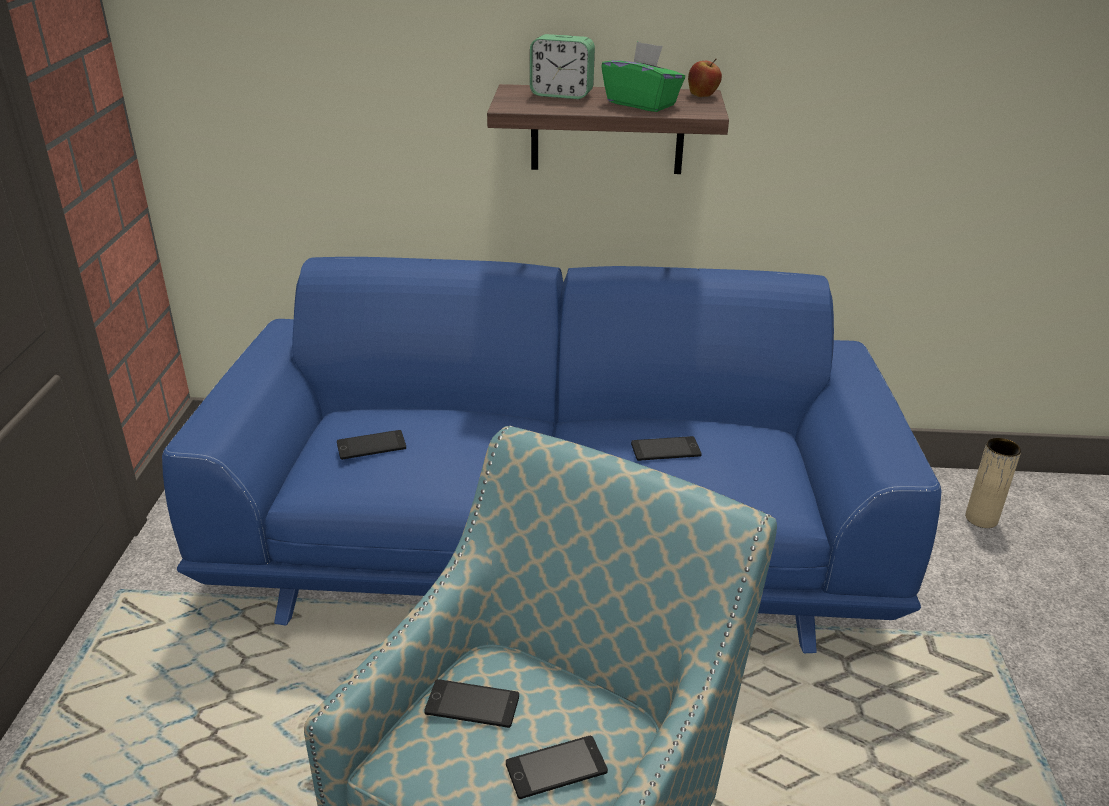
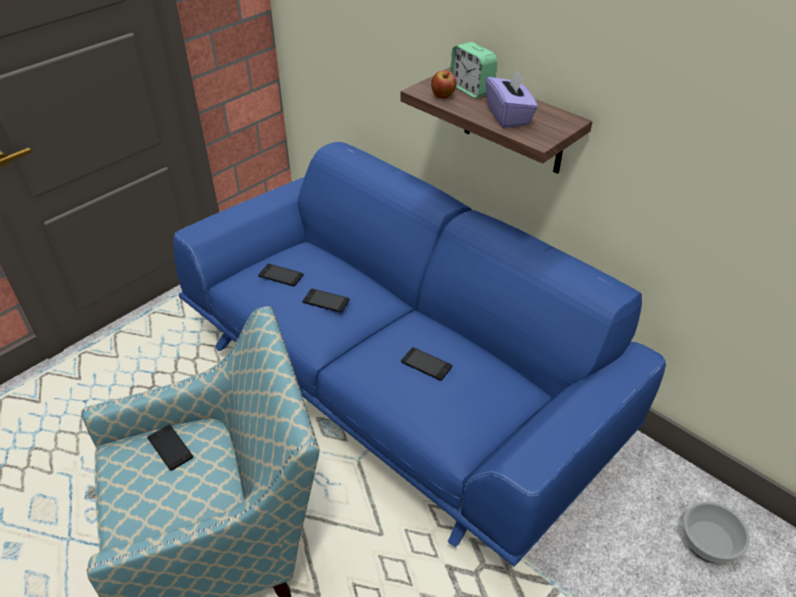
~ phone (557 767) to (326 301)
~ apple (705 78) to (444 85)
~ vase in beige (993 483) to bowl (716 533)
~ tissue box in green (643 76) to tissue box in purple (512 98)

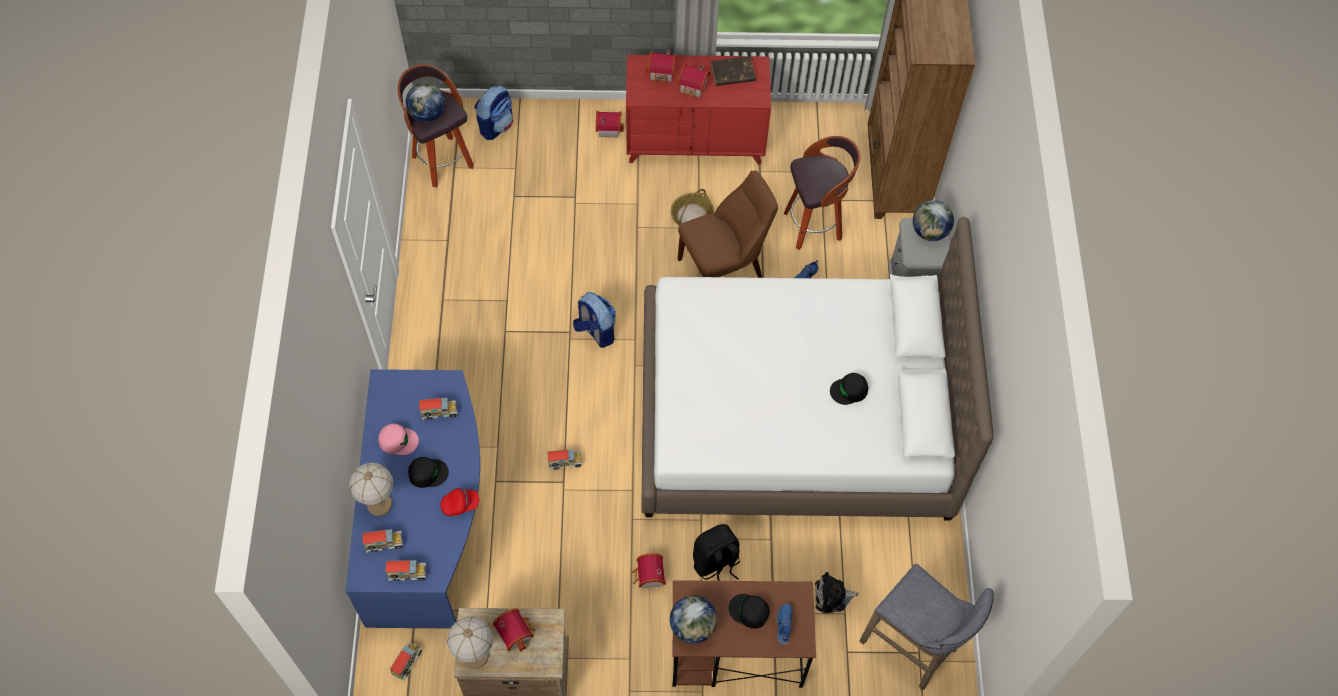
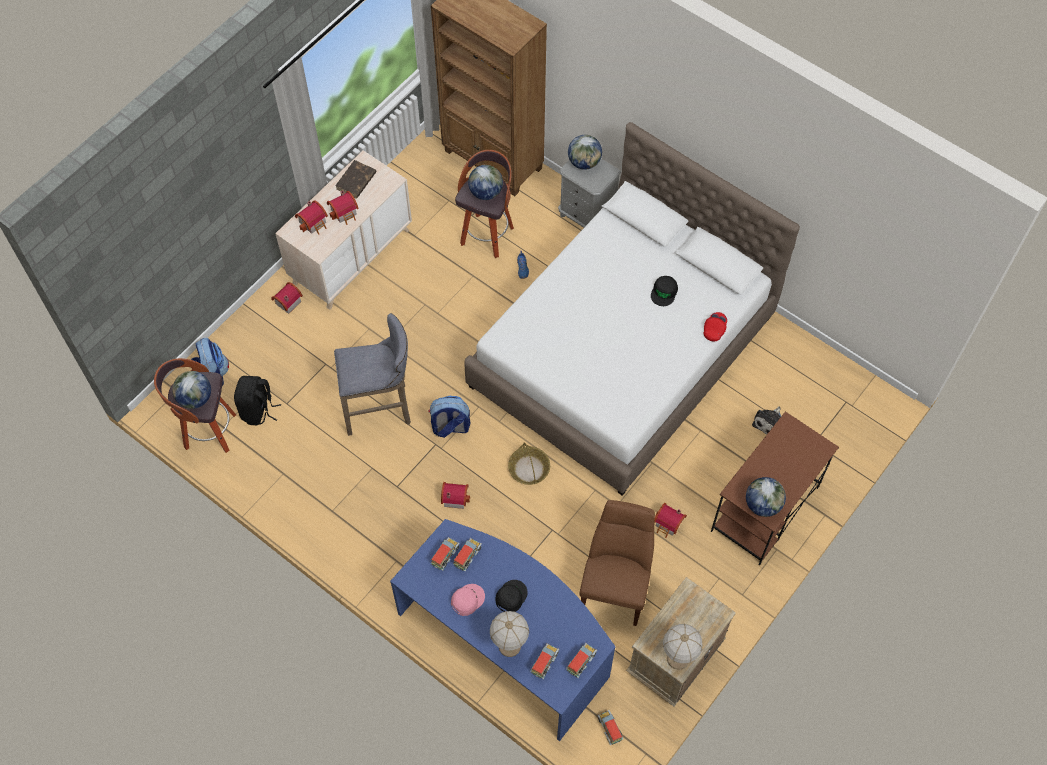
- cap in black (749 611)
- shoe in blue (785 624)
+ globe (485 182)
~ cap in red (459 502) to (715 326)
~ toy house (514 630) to (455 495)
~ toy truck (564 459) to (445 554)
~ basket (693 207) to (529 463)
~ chair in brown (727 224) to (617 563)
~ backpack in black (716 552) to (257 400)
~ stool in grey (927 627) to (372 374)
~ dresser in red (698 110) to dresser in beige (343 230)

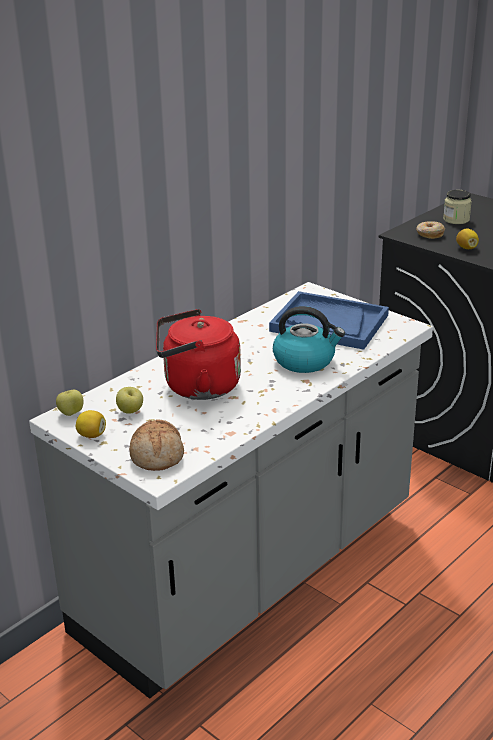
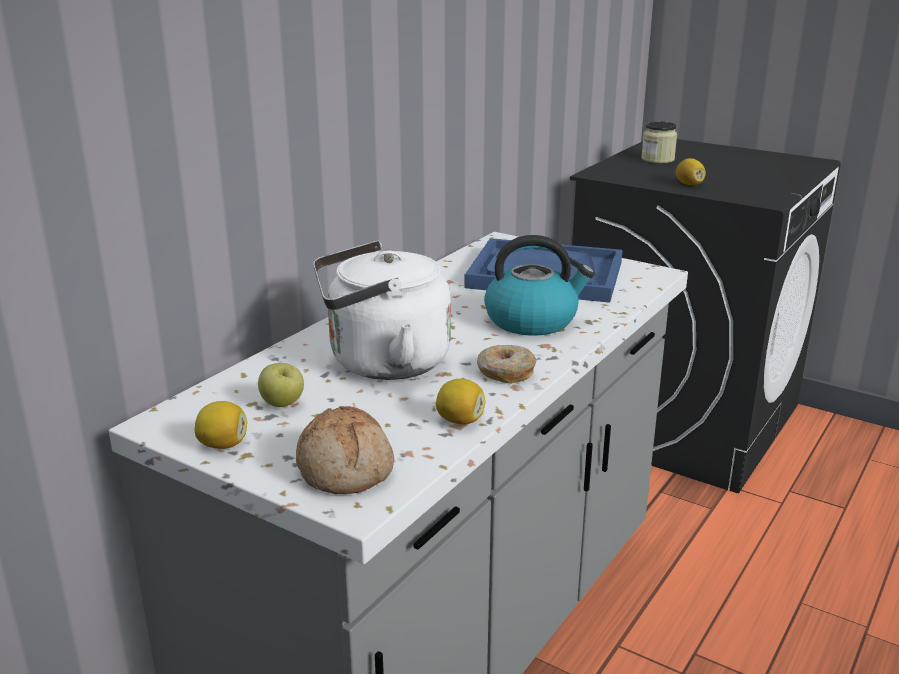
- apple (70 403)
+ lemon (460 401)
~ donut (430 230) to (507 364)
~ kettle in red (198 354) to kettle in white (382 310)

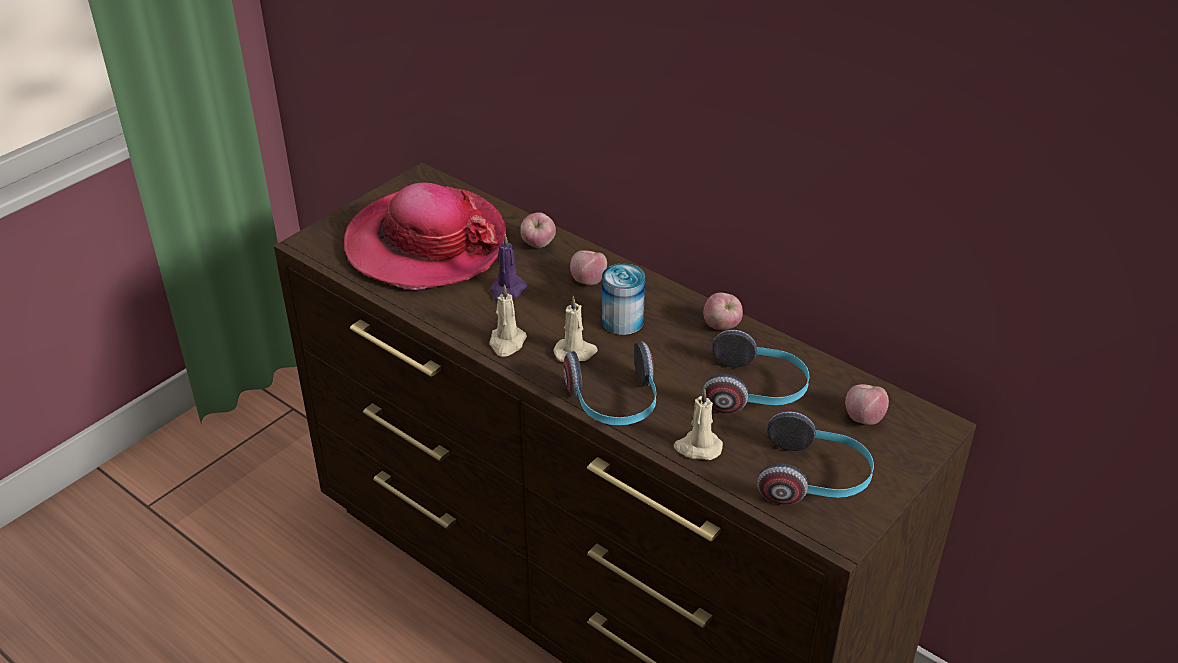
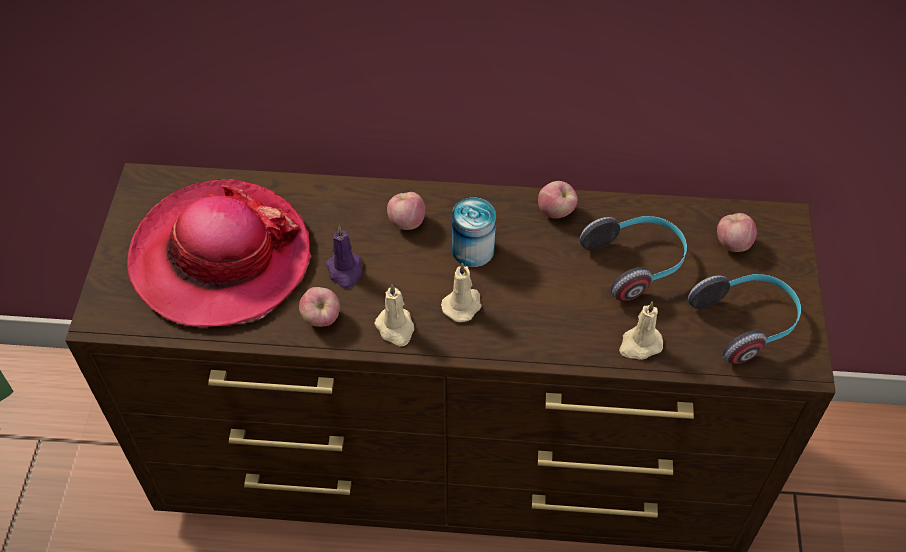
- headphones (610 383)
~ apple (538 230) to (319 307)

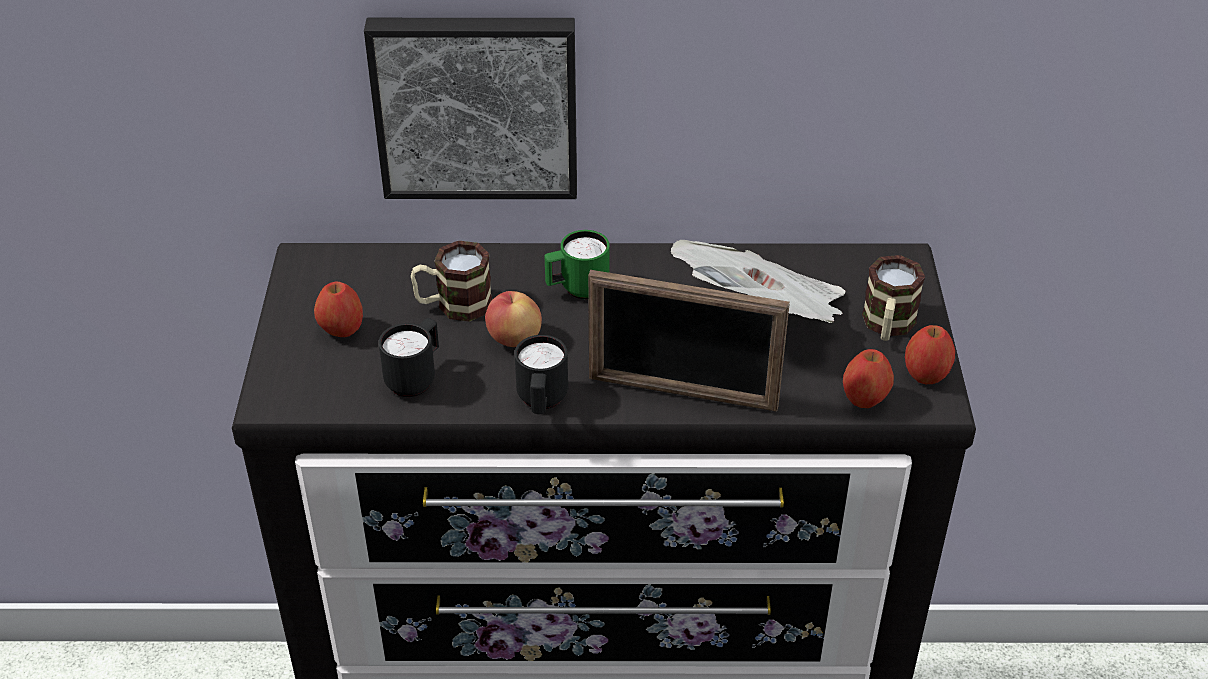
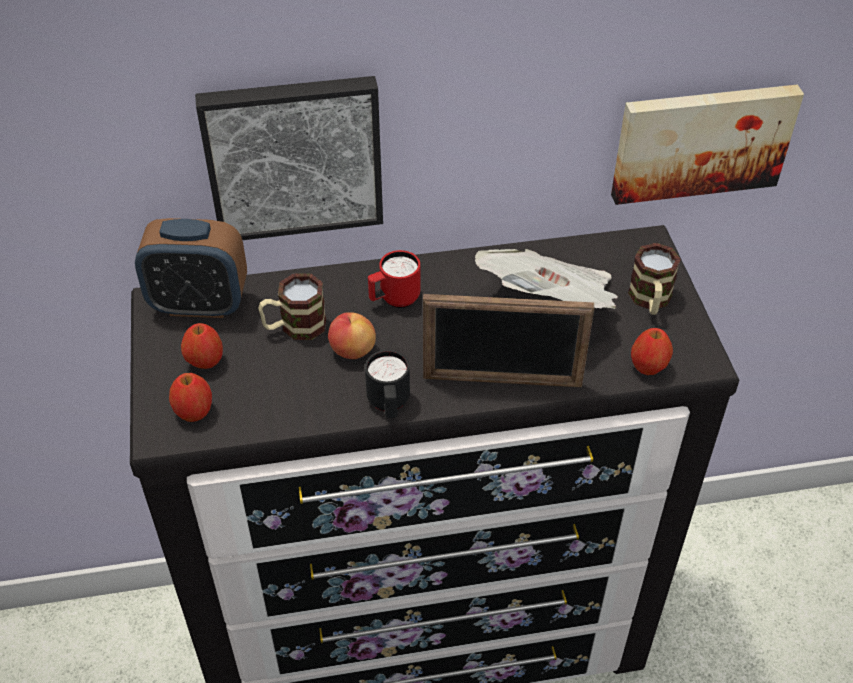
- mug in black (409 357)
+ alarm clock (191 268)
+ picture (707 145)
~ apple (930 354) to (190 397)
~ mug in green (577 264) to mug in red (394 279)

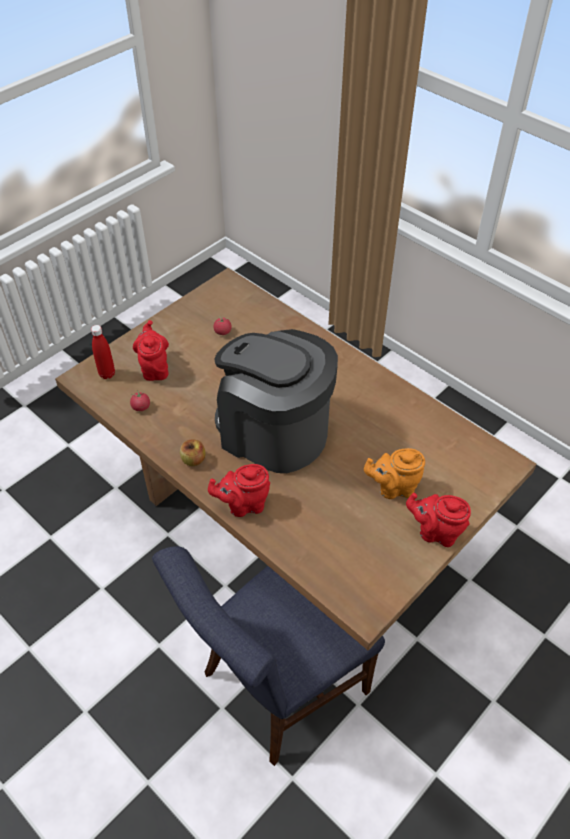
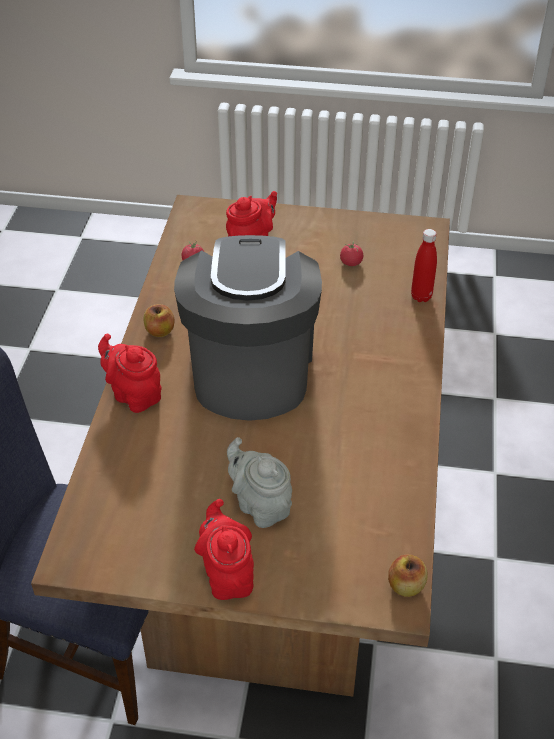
+ apple (407 575)
~ bottle in red (103 352) to (424 265)
~ teapot in orange (394 473) to teapot in grey (259 482)

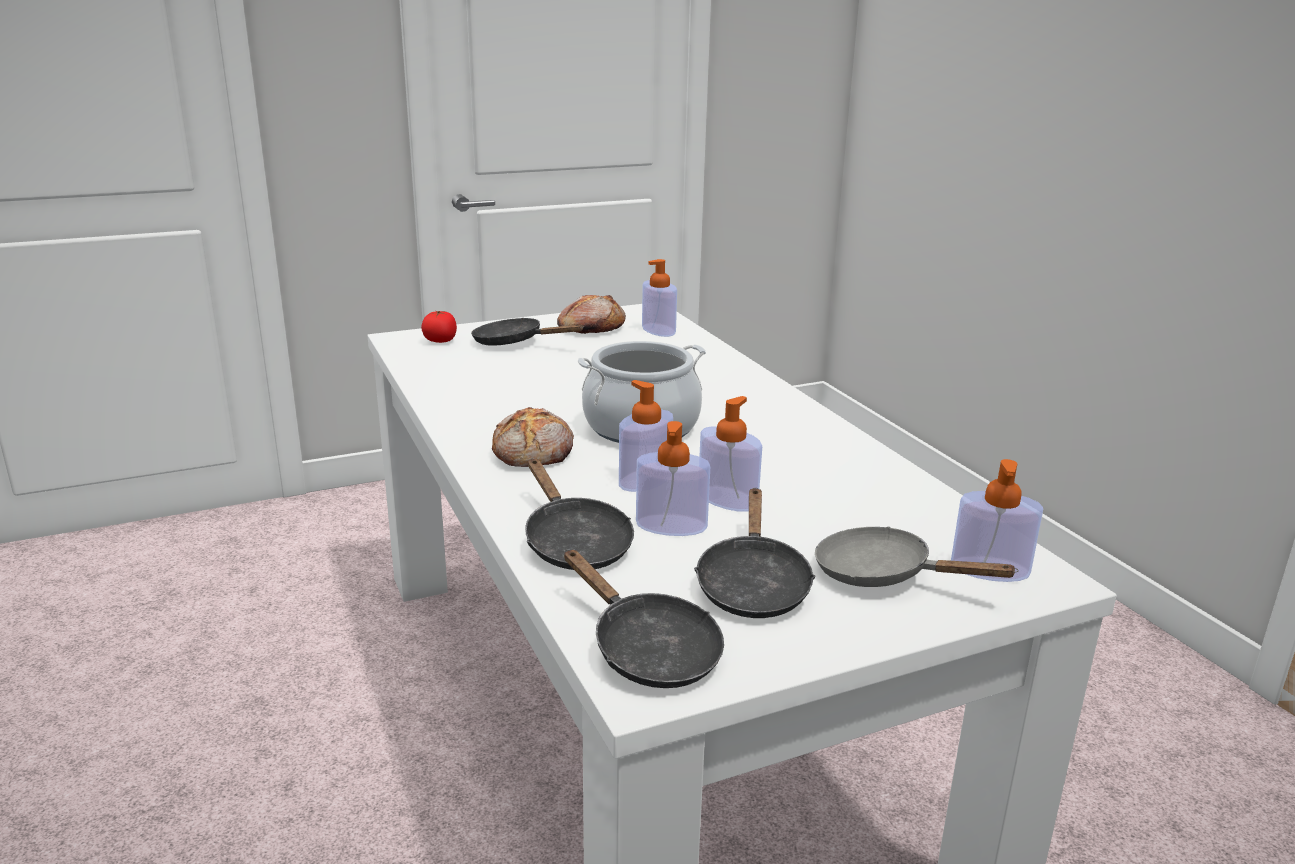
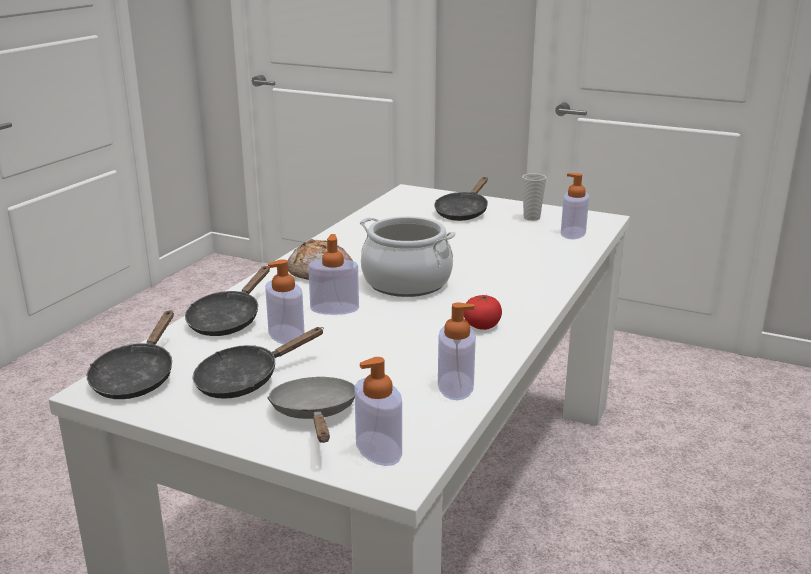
~ tomato (439 327) to (483 312)
~ soap dispenser (730 454) to (457 351)
~ bread (591 314) to cup (534 197)
~ frying pan in black (527 332) = (461 199) 135 degrees counterclockwise

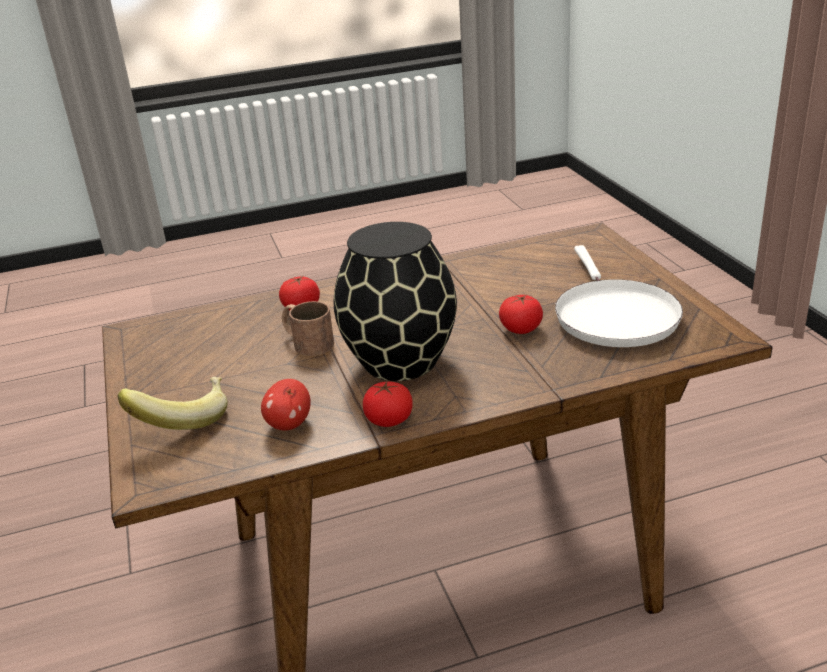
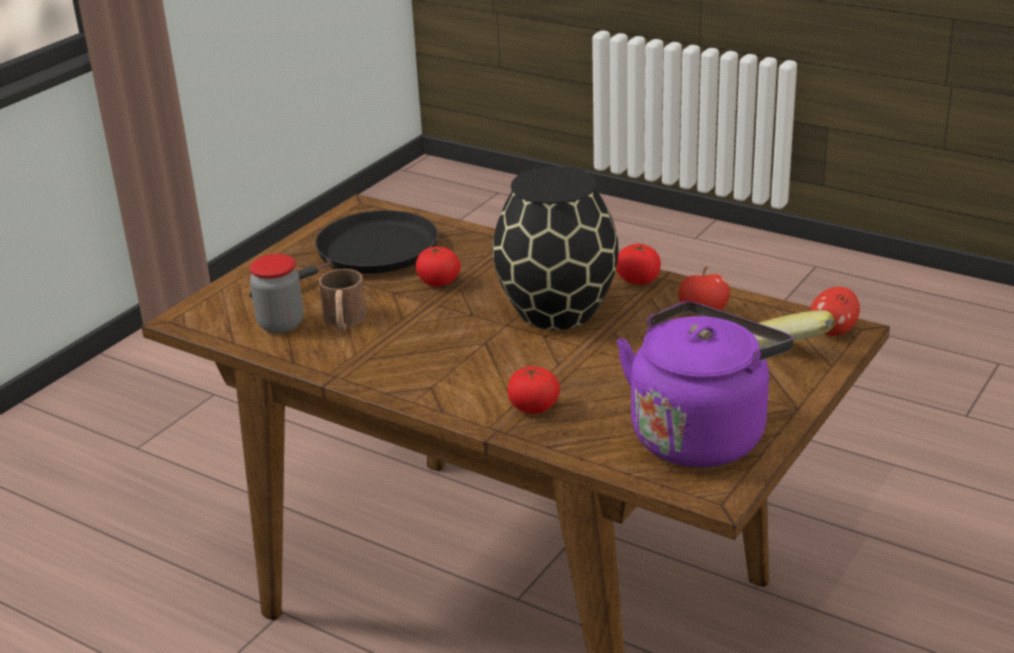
+ jar (277 293)
+ kettle in purple (705 384)
+ apple (835 311)
~ mug in brown (308 328) to (342 300)
~ frying pan in white (619 296) to frying pan in black (343 254)

